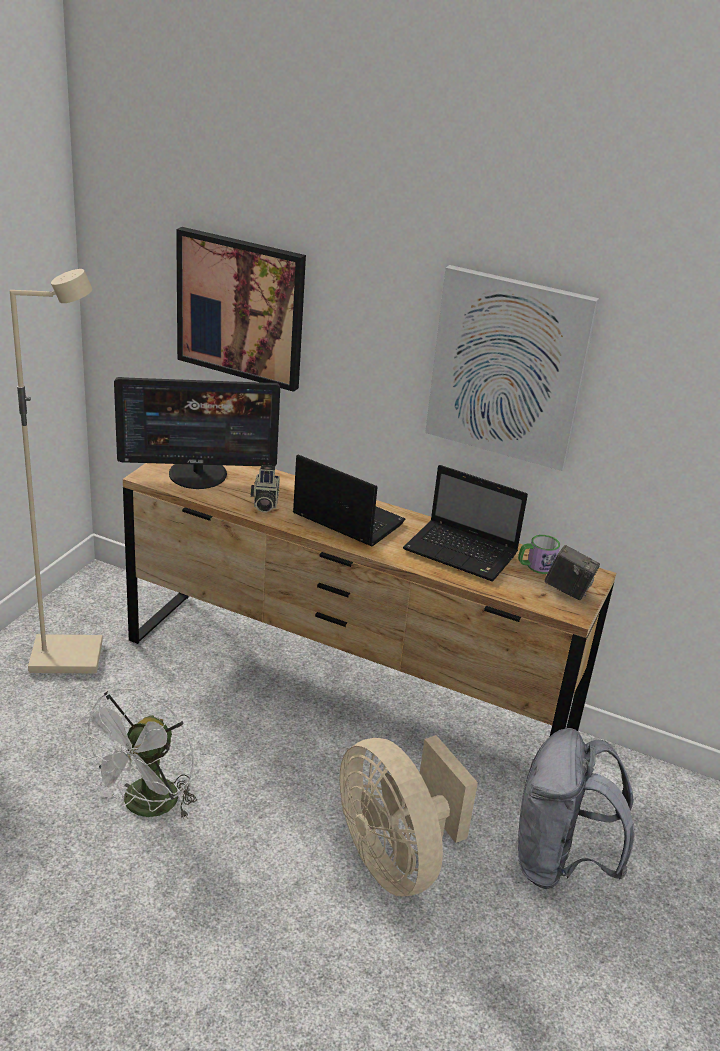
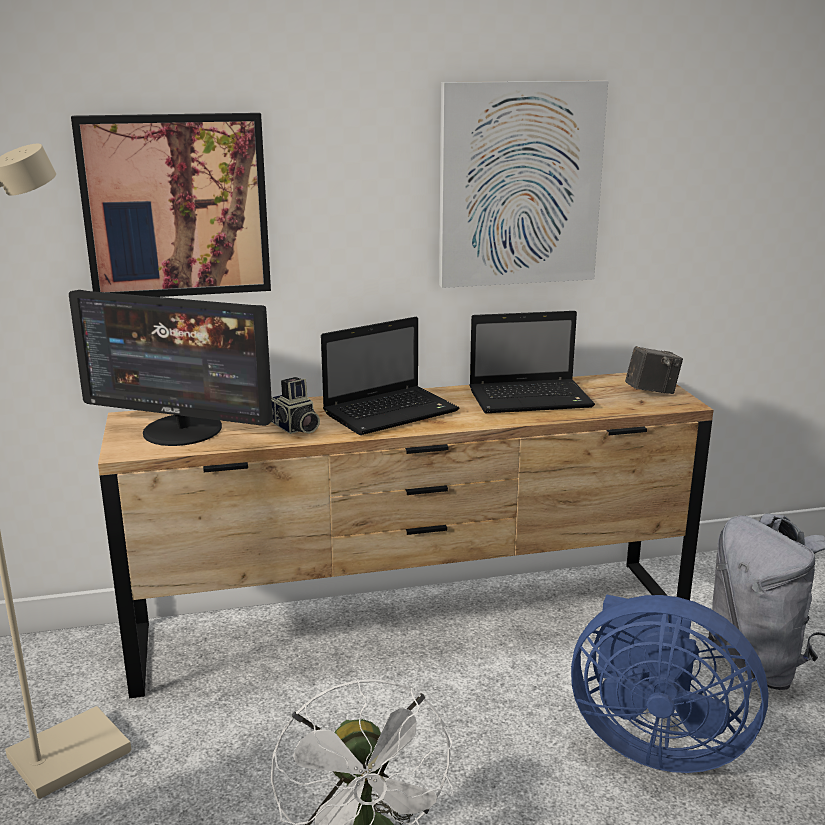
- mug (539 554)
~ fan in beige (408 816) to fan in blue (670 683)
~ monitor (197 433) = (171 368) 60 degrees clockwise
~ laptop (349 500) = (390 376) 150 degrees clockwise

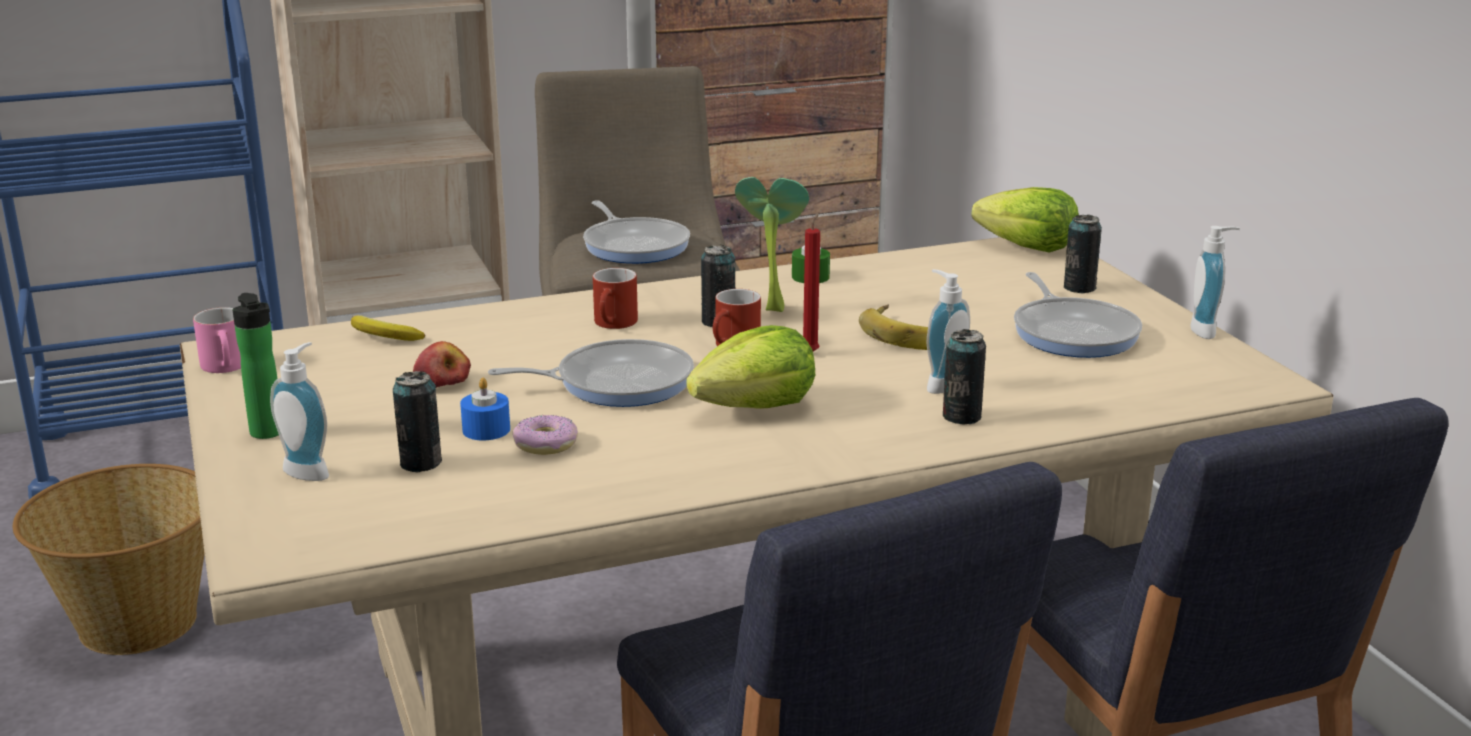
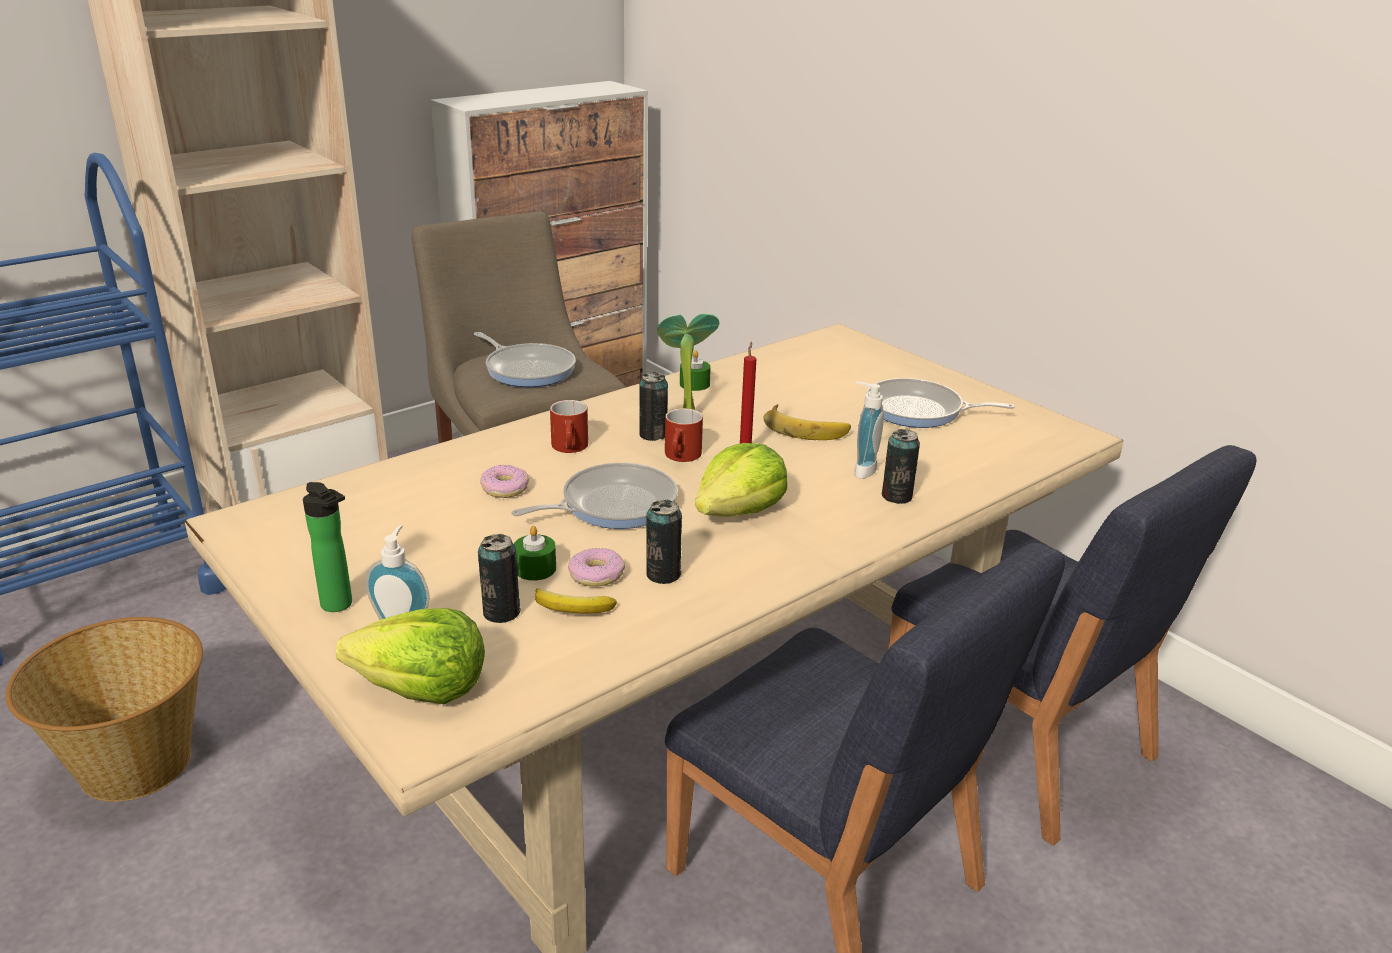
- mug in pink (217 340)
- apple (442 364)
- soap dispenser (1215 282)
+ donut (504 481)
~ banana (388 328) to (576 600)
~ lettuce (1025 220) to (410 656)
~ can (1083 254) to (664 542)
~ candle in blue (485 409) to candle in green (535 553)
~ frying pan (1078 315) = (940 403) 135 degrees clockwise

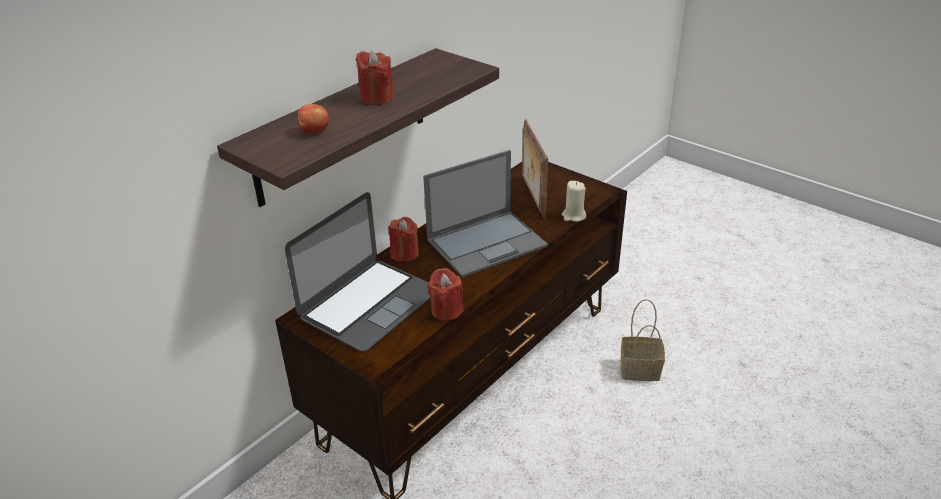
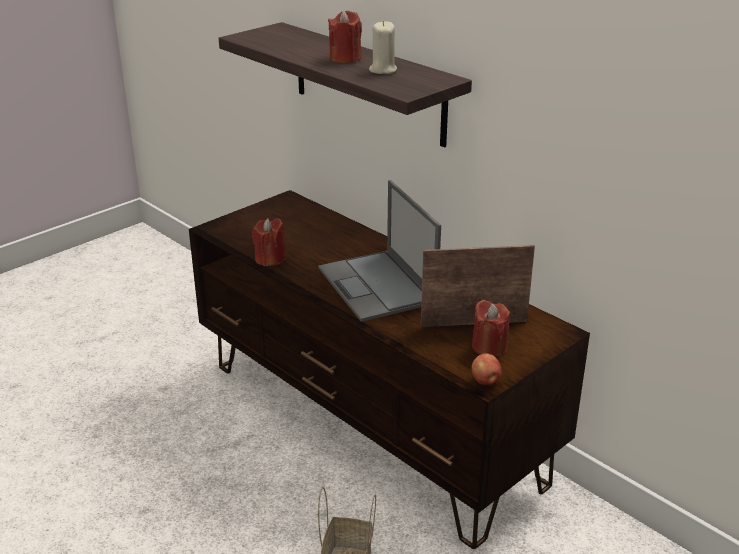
- laptop (357 272)
~ apple (313 118) to (486 369)
~ candle in red (403 239) to (491 328)
~ candle in beige (574 201) to (383 47)

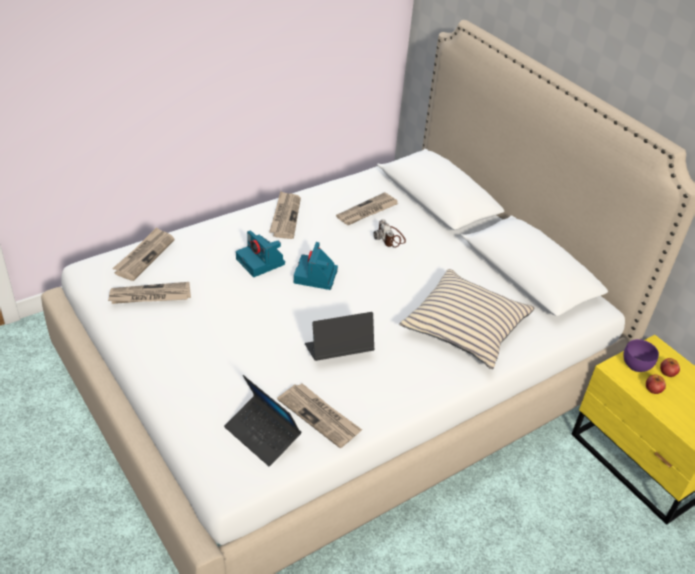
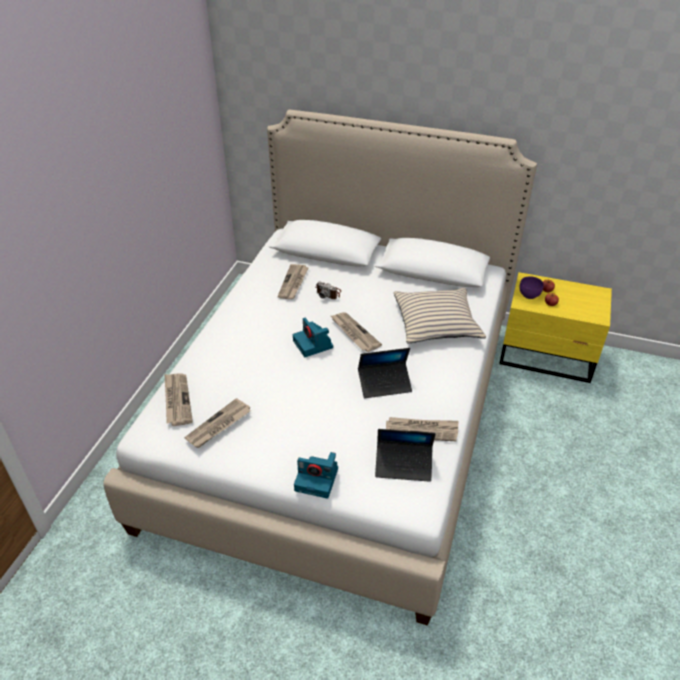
~ photo camera (260 253) to (316 475)
~ newspaper (285 215) to (356 332)
~ laptop (340 336) = (385 373) 135 degrees counterclockwise

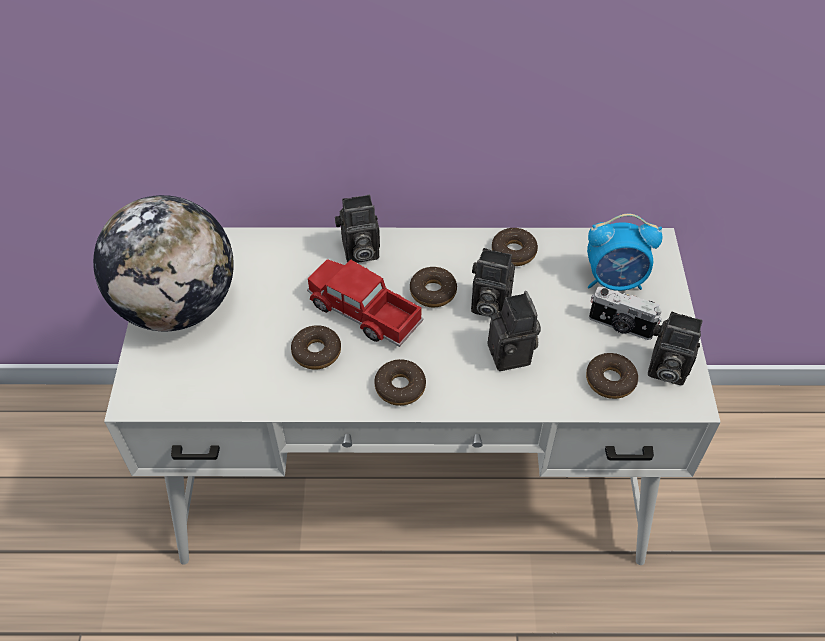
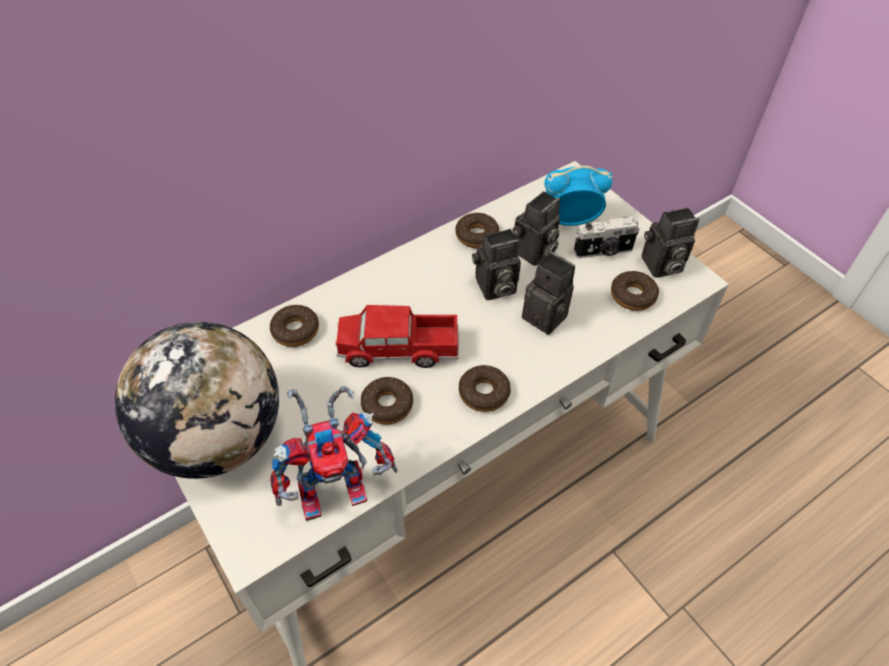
+ toy robot (334 453)
~ photo camera (357 229) to (536 228)
~ donut (433 287) to (294 326)
~ alarm clock (624 252) = (578 196) 150 degrees counterclockwise

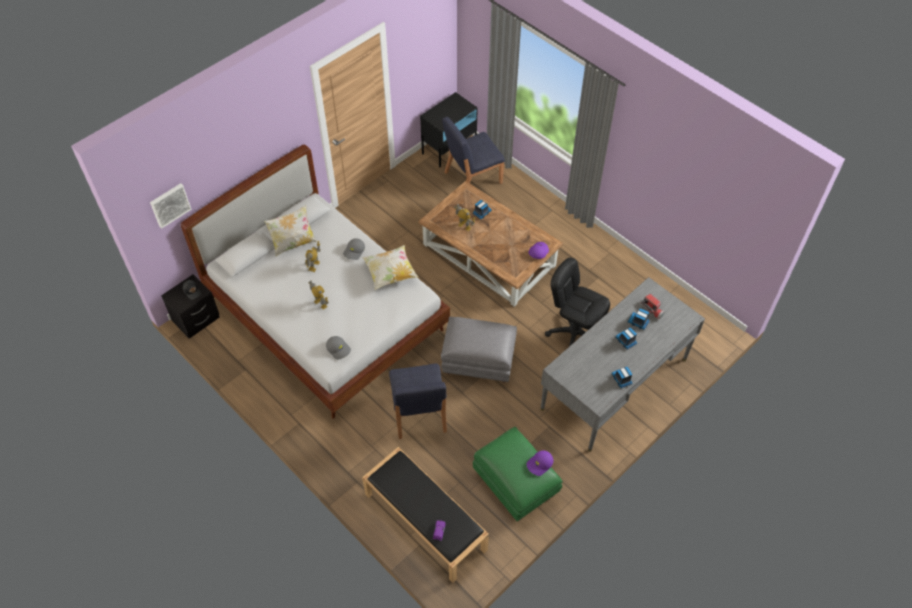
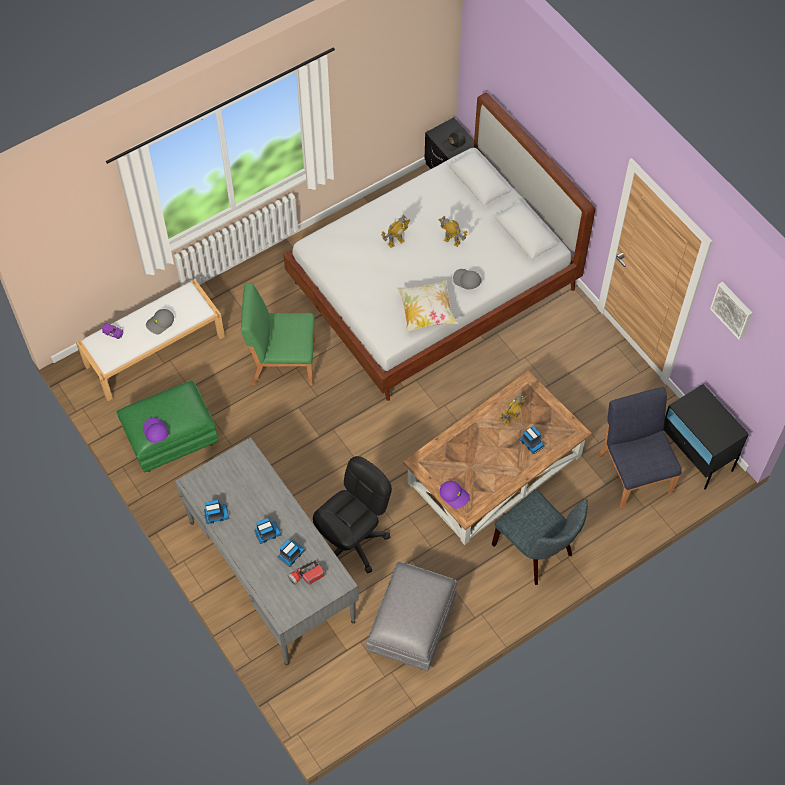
- pillow (290 230)
+ chair in grey (540 537)
~ picture (171 205) to (731 311)
~ cap in grey (338 348) to (160 321)
~ ottoman in grey (479 350) to (411 616)
~ bench in black (425 515) to bench in white (150 340)
~ chair in blue (418 401) to chair in green (278 334)

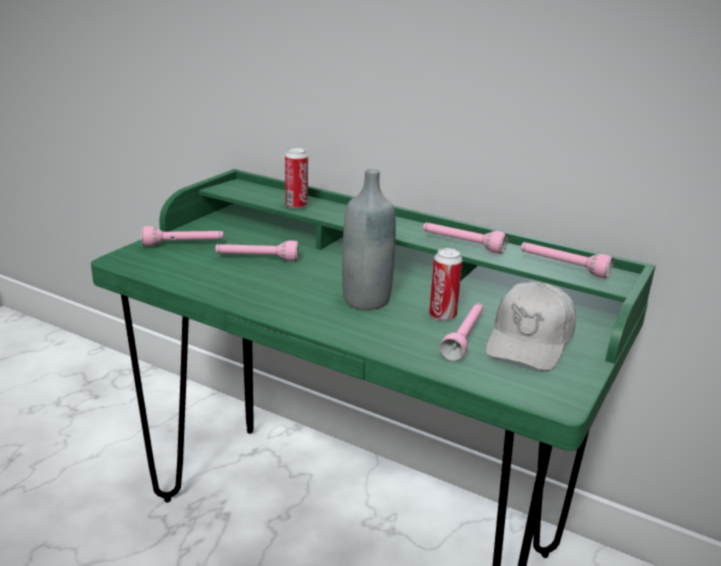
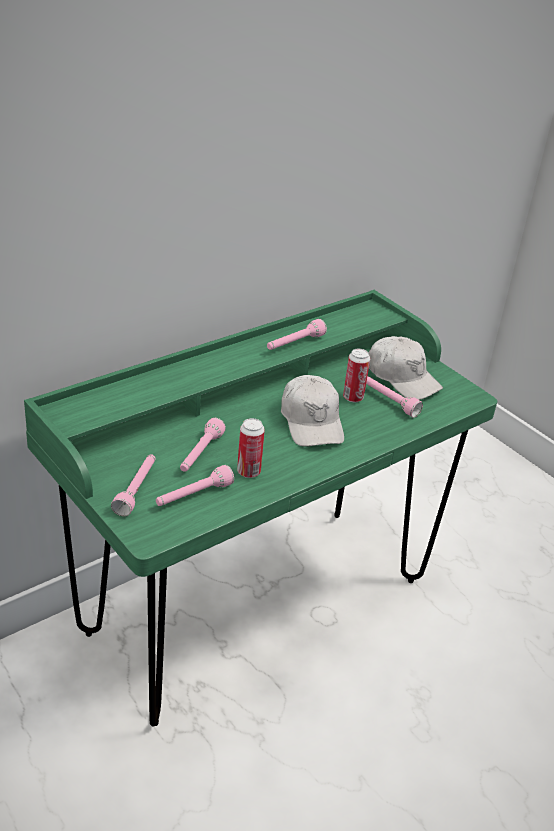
~ can (296 178) to (251 448)
~ flashlight in pink (567 260) to (195 485)
~ bottle in grey (369 239) to cap in white (312 411)

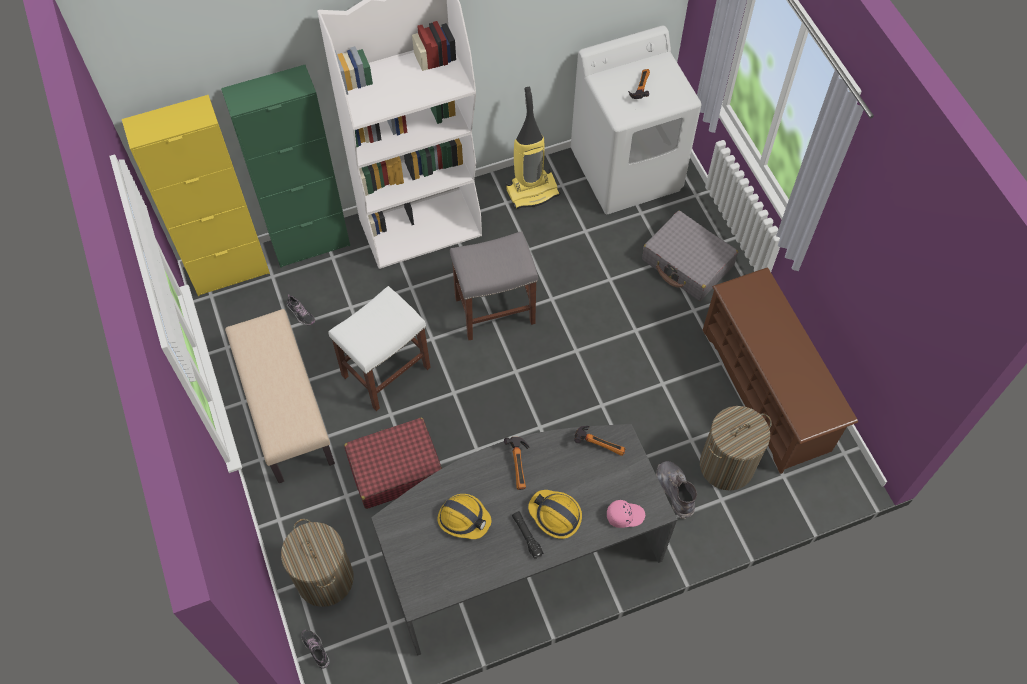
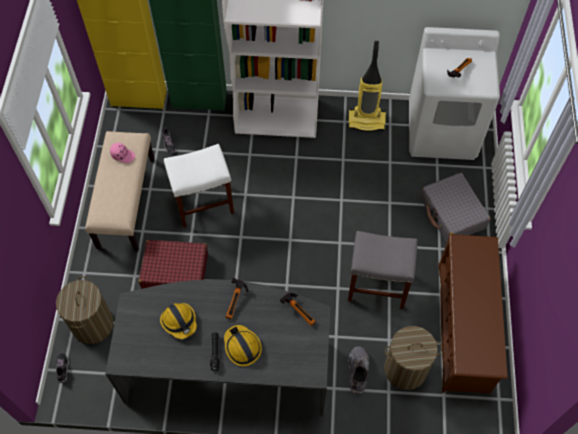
~ stool in grey (494 285) to (382 270)
~ cap in pink (626 514) to (122 153)

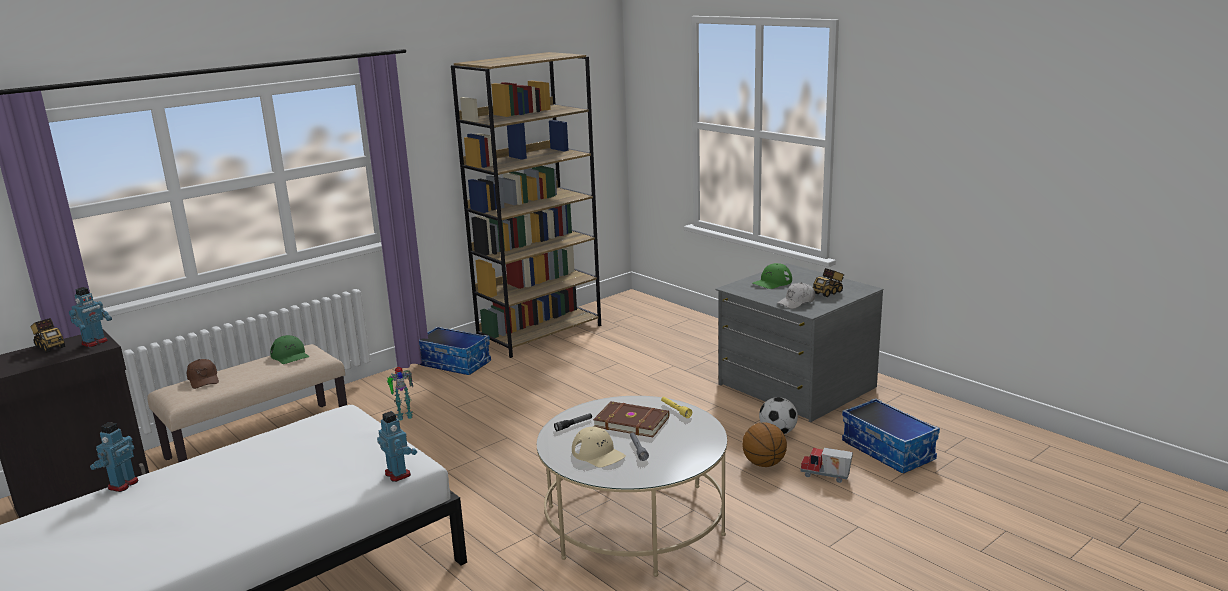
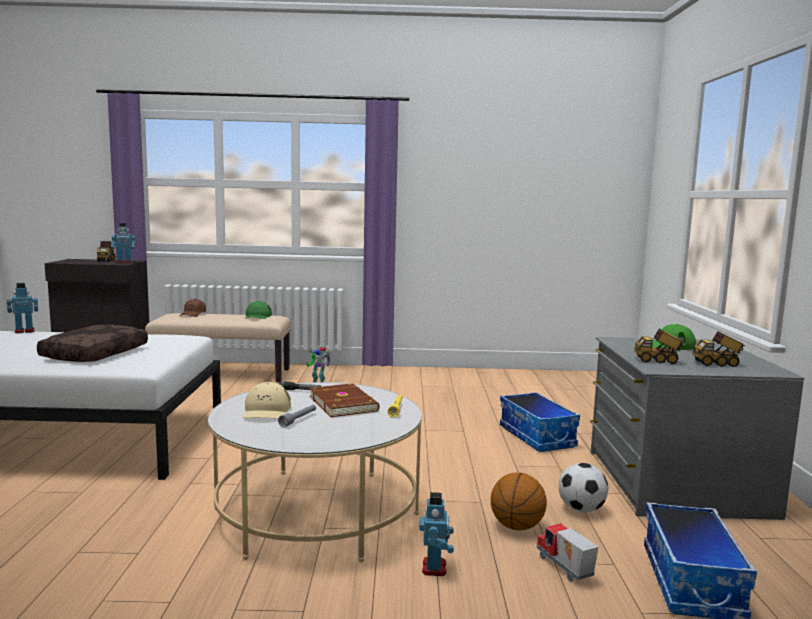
- bookcase in brown (526 205)
+ pillow in brown (92 343)
~ toy robot (397 446) to (436 534)
~ storage box (455 350) to (540 422)
~ cap in white (796 296) to toy truck (659 346)

